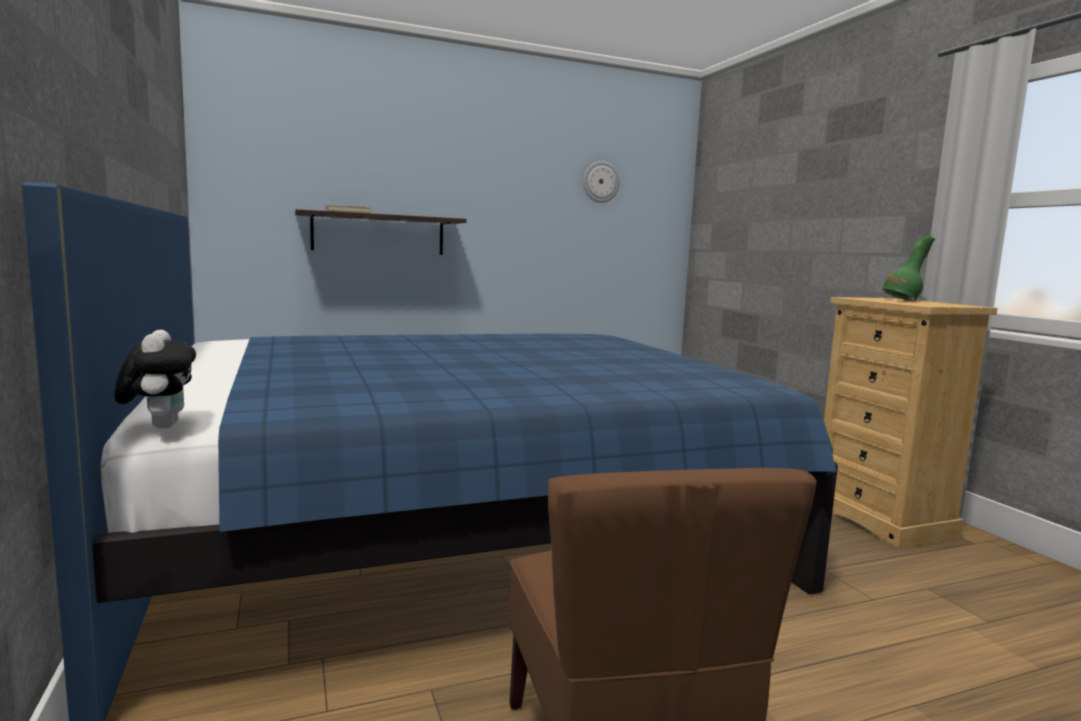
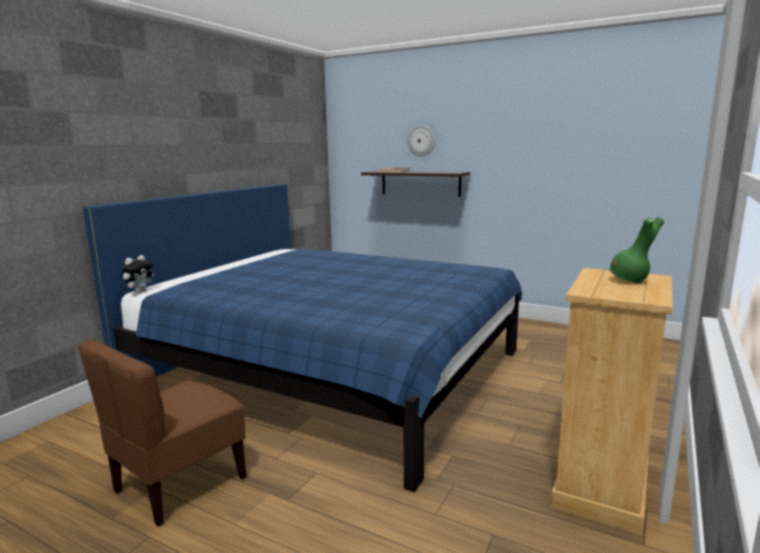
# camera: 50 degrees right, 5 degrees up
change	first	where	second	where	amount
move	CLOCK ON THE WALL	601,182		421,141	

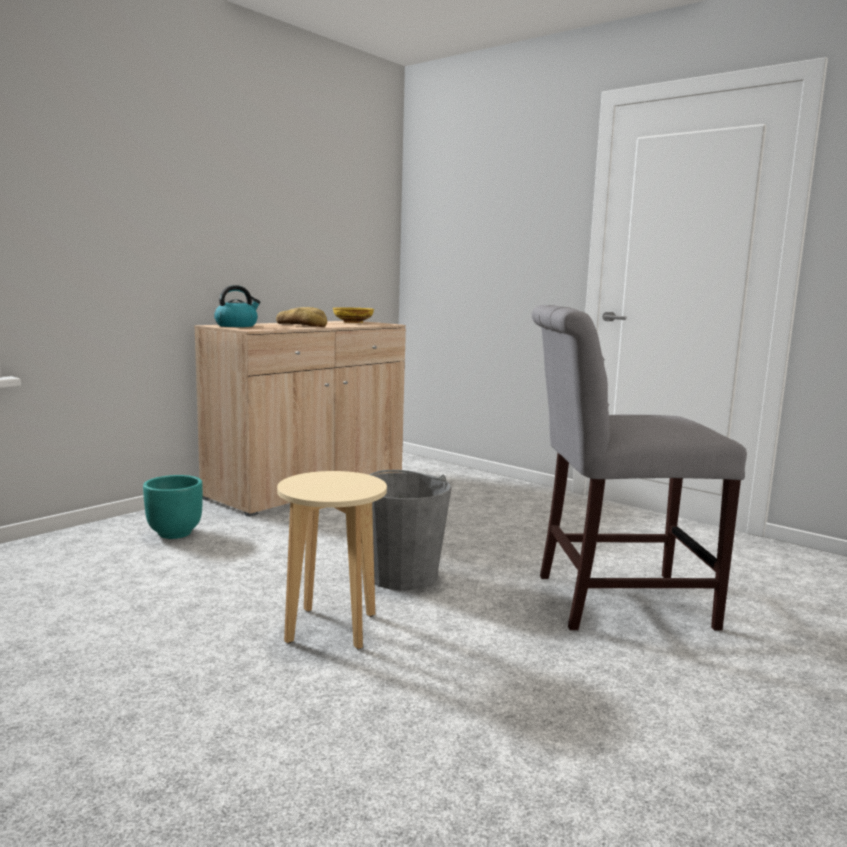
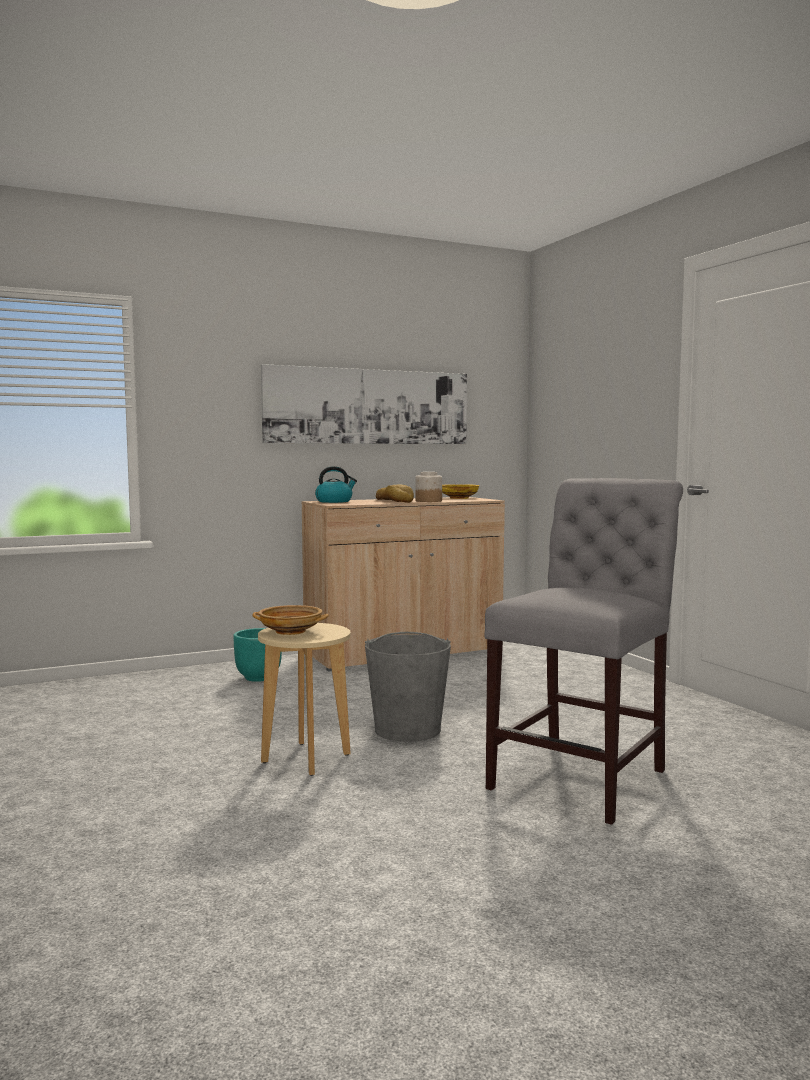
# camera: 25 degrees right, 5 degrees down
change	first	where	second	where	amount
insert			BEIGE SERVING BOWL	290,620	
insert			WALL PICTURE	364,404	
insert			PRESERVE JAR	428,487	
rotate	GREYISH UPRIGHT CHAIR	639,467		584,651	105 degrees clockwise

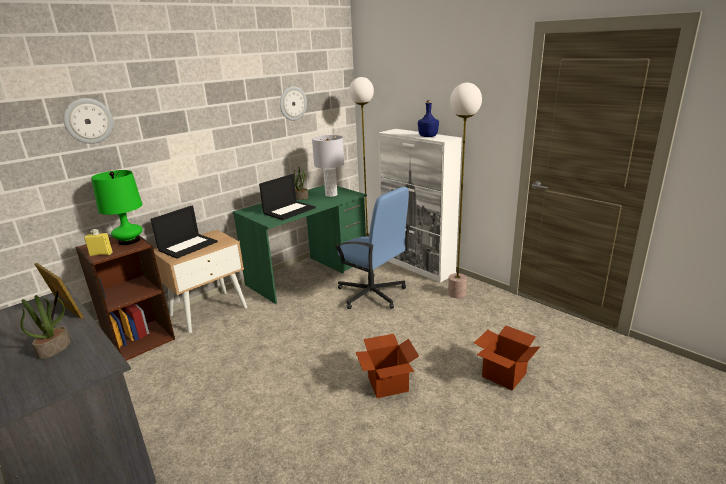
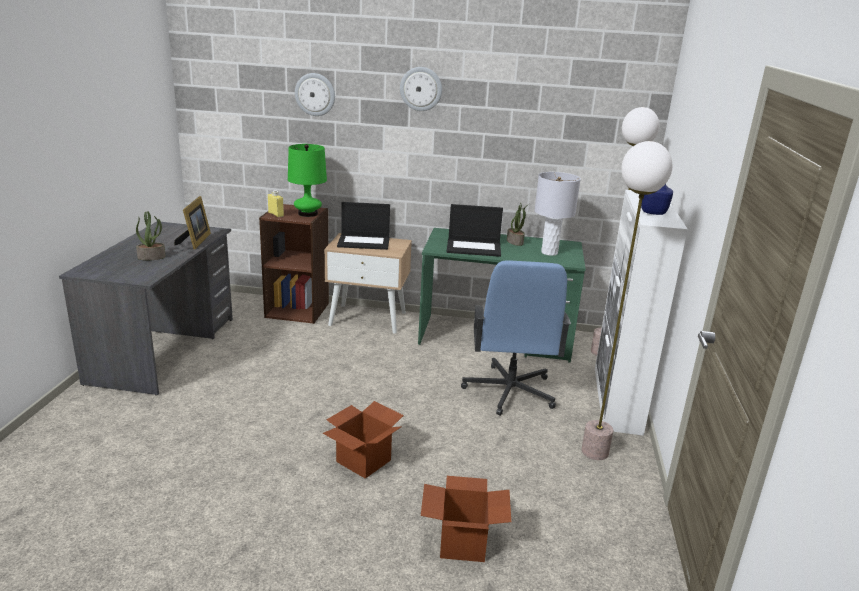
# camera: 50 degrees right, 0 degrees up
change	first	where	second	where	amount
move	CLOCK ON THE WALL	293,103		421,89	

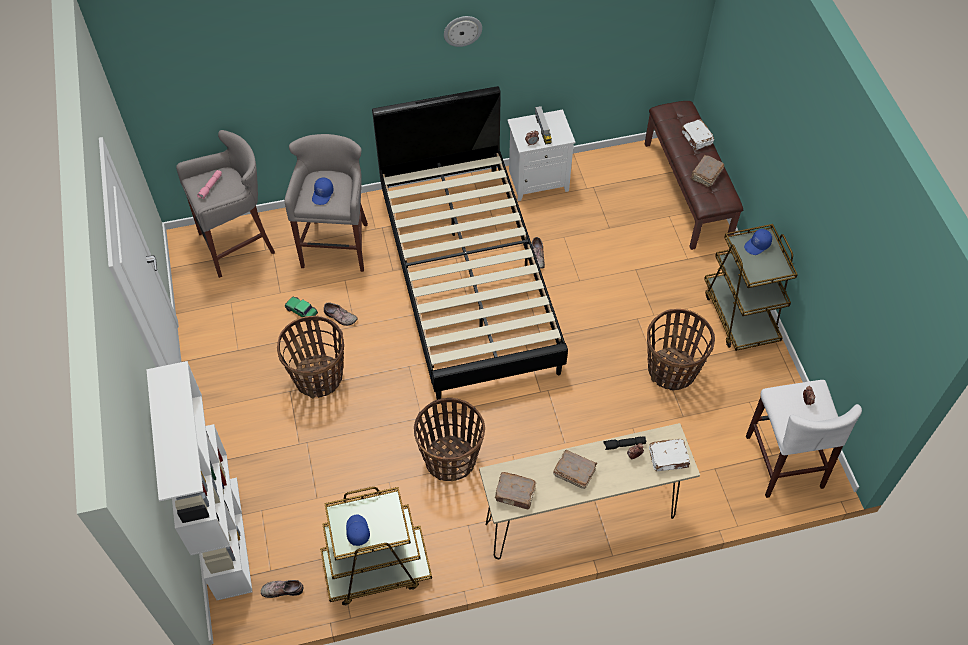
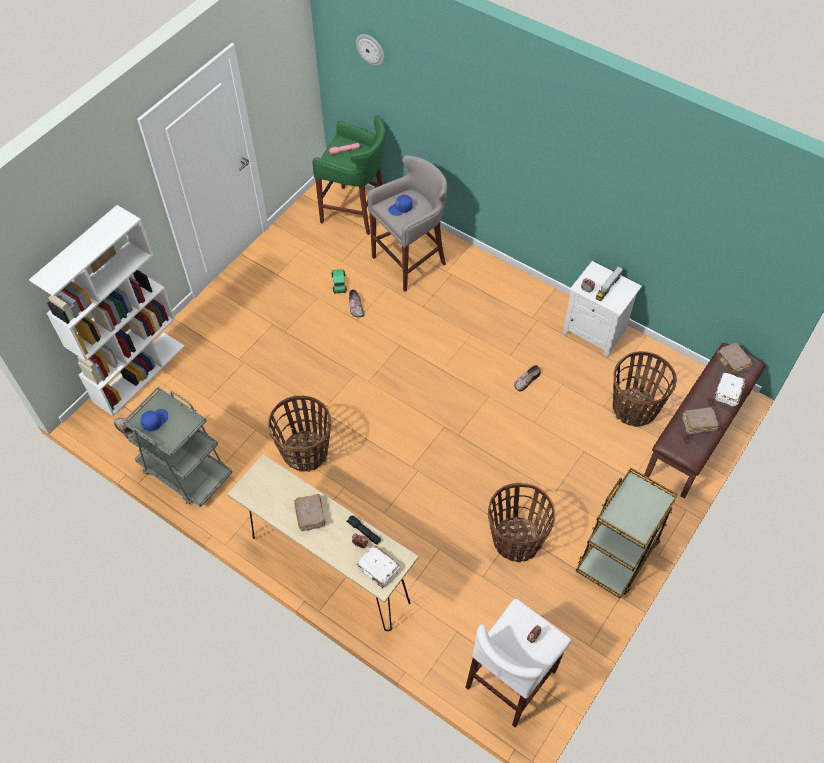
# camera: 50 degrees right, 0 degrees up
change	first	where	second	where	amount
recolor	BROWN TROLLEY	376,546	GREYISH TROLLEY	177,447	
recolor	GREYISH STOOL	225,204	GREENISH STOOL	348,175	
move	CLOCK ON THE WALL	463,31		370,50	
move	STORAGE BASKET	310,357		644,389	
move	BROWN BOOK	515,491		734,359	
delete	BLACK BEDROOM BED	470,243			
delete	BLUE-COLOURED PEAKED CAP	758,242			

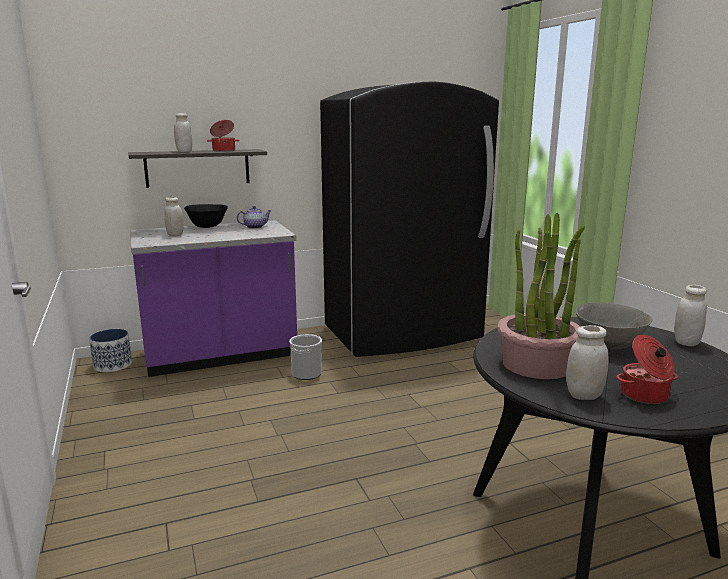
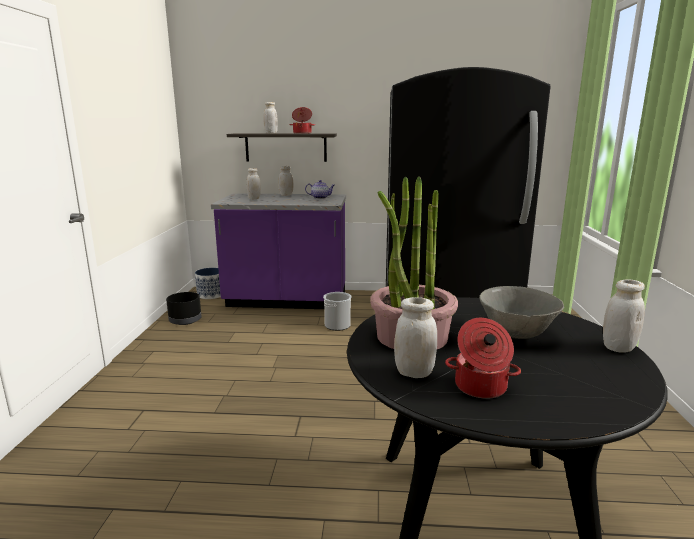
# camera: 25 degrees right, 0 degrees up
change	first	where	second	where	amount
insert			BLACK PLANT POT	184,308	
replace	BLACK SERVING BOWL	206,216	WHITE PRESERVE JAR	286,181	

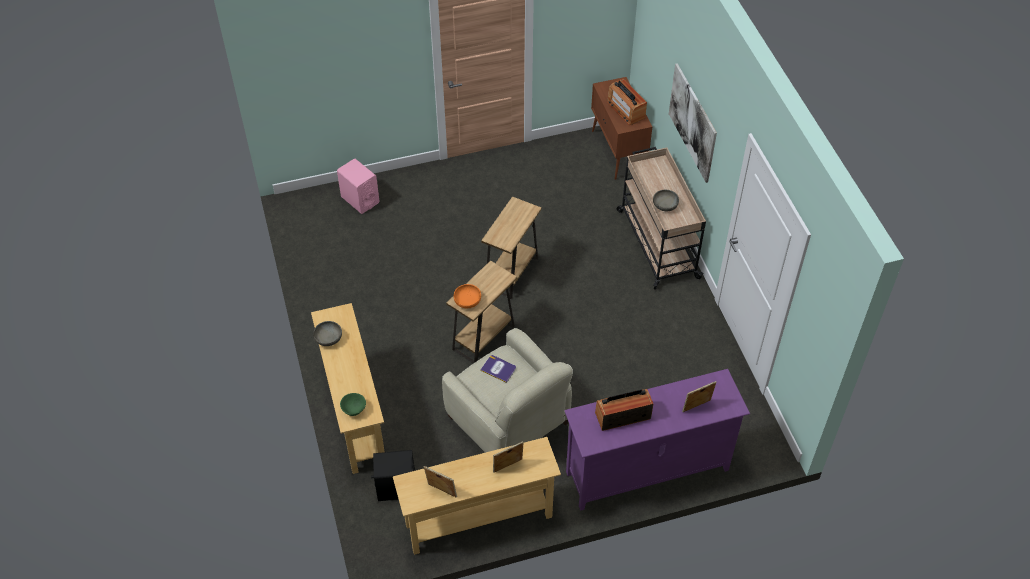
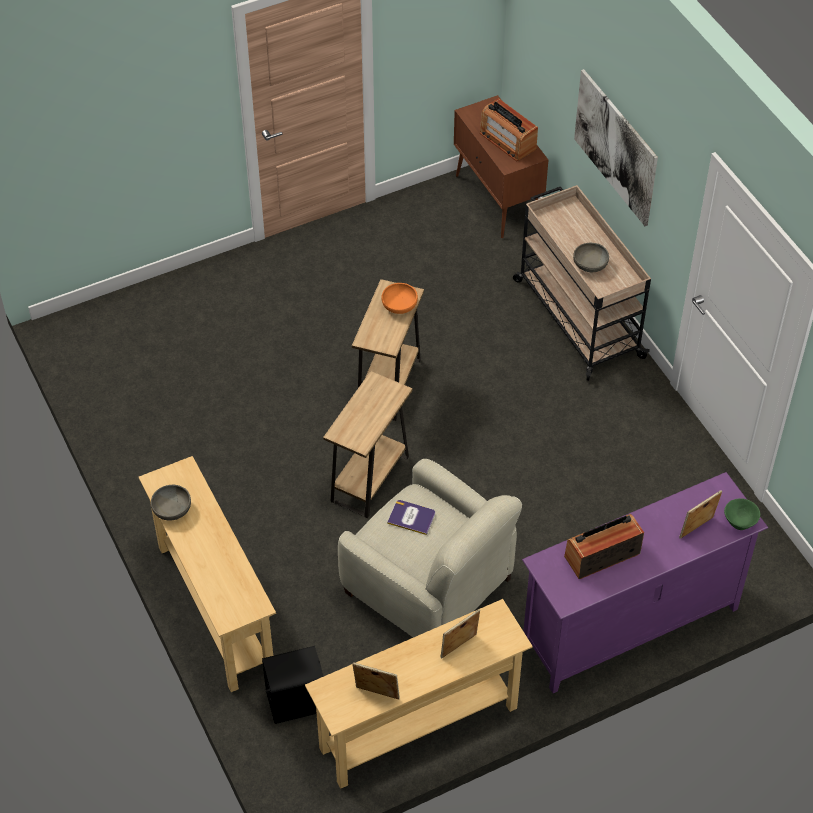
# camera: 10 degrees left, 0 degrees up
change	first	where	second	where	amount
move	ORANGE SERVING BOWL	467,296		399,298	
move	GREENISH SERVING BOWL	353,404		742,514	
delete	PINK-COLOURED LOUDSPEAKER	358,186			

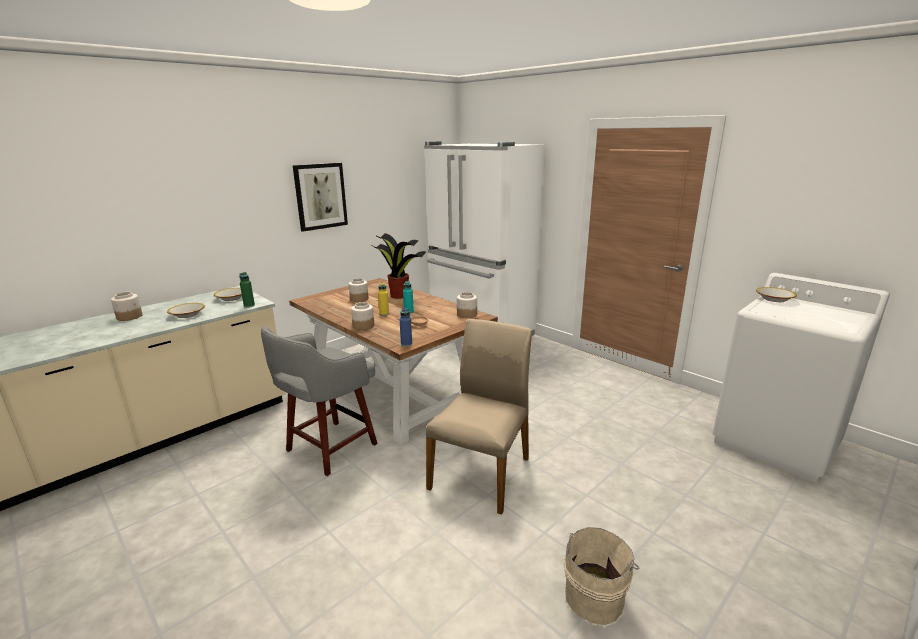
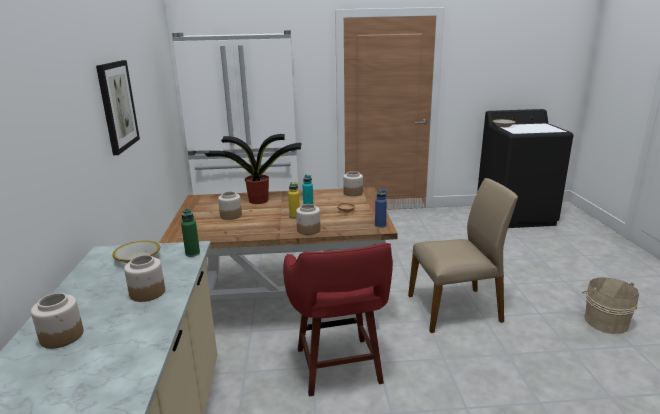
# camera: 50 degrees left, 0 degrees up
change	first	where	second	where	amount
replace	SERVING BOWL	186,310	PRESERVE JAR	144,278	
recolor	GREYISH STOOL	319,401	RED STOOL	338,319	
rotate	BEIGE UPRIGHT CHAIR	479,417		463,255	105 degrees clockwise
recolor	WHITE WASHING MACHINE	801,378	BLACK WASHING MACHINE	525,168	

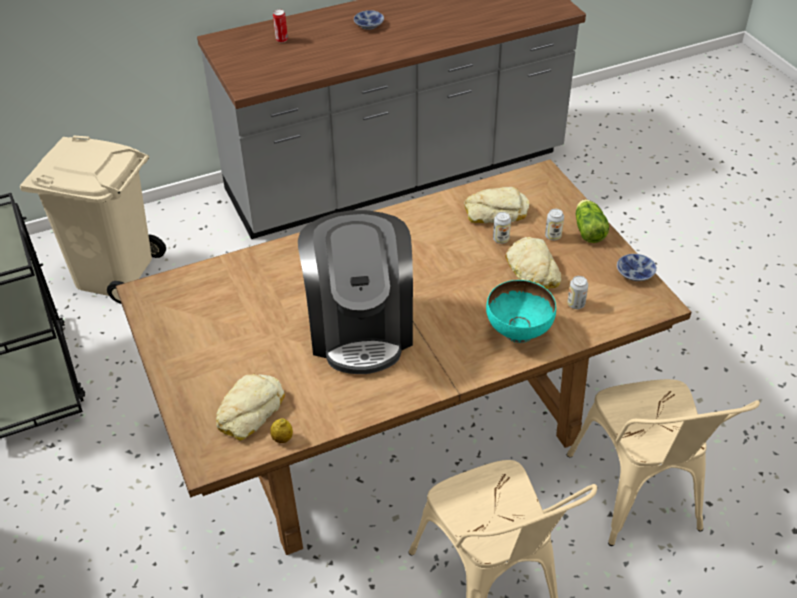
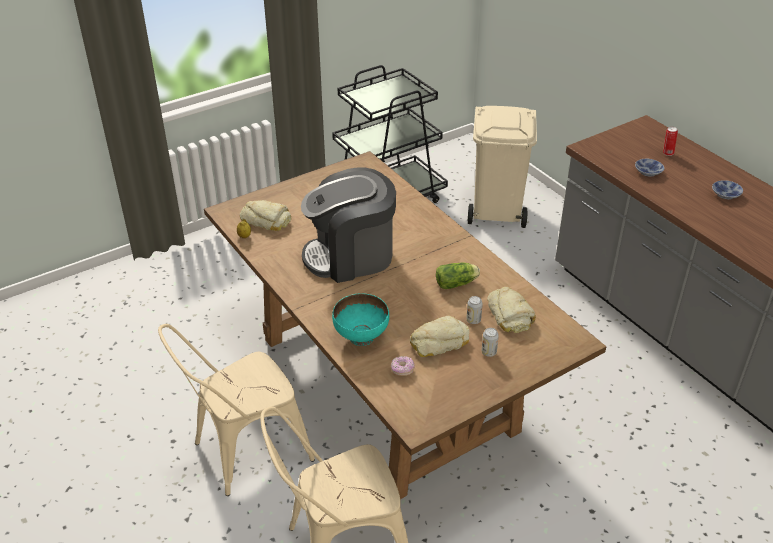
# camera: 80 degrees right, 5 degrees down
change	first	where	second	where	amount
replace	SEALED CAN	577,292	RING DOUGHNUT	403,366	
move	LETTUCE	592,221		458,275	
move	SERVING BOWL	637,267		650,168	

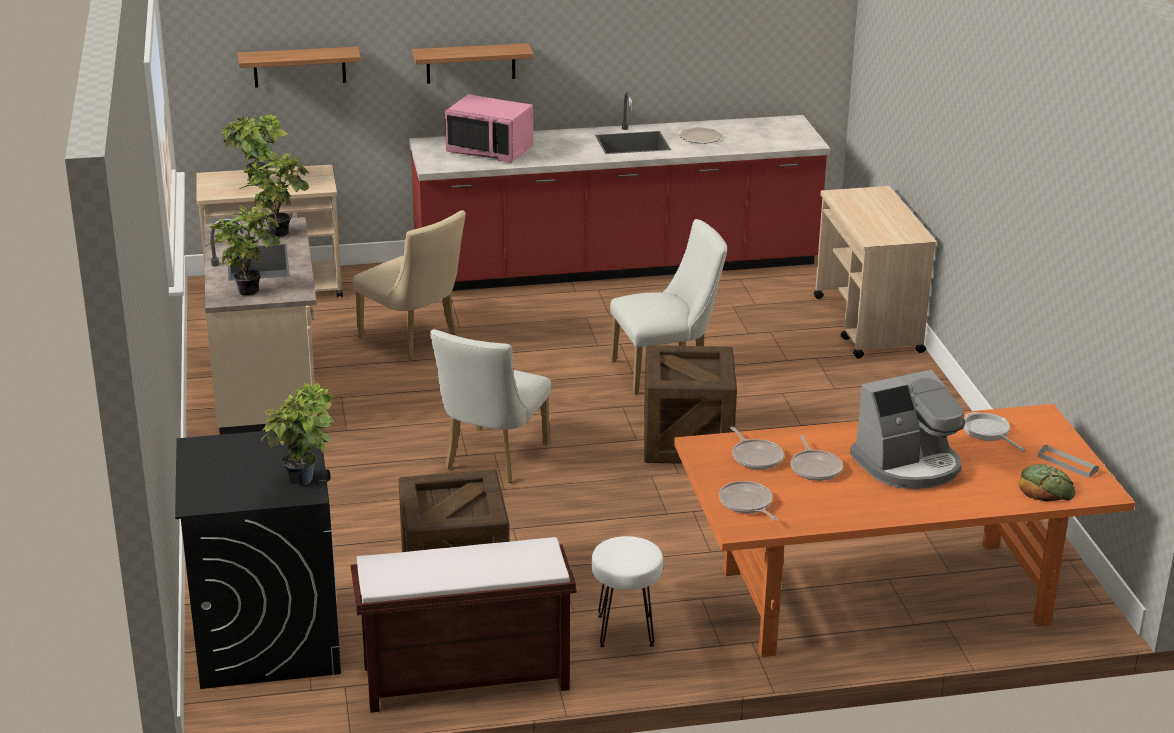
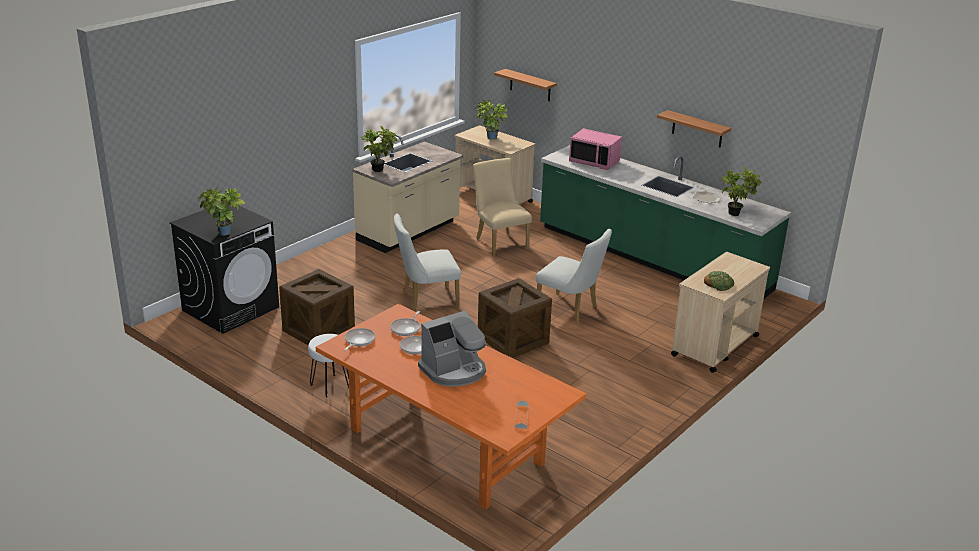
# camera: 50 degrees right, 0 degrees up
change	first	where	second	where	amount
rotate	COFFEE MACHINE	907,429		452,348	60 degrees counterclockwise
rotate	BEIGE UPRIGHT CHAIR	409,285		502,207	150 degrees clockwise
recolor	RED KITCHEN BASE UNIT	619,191	GREENISH KITCHEN BASE UNIT	665,222	
rotate	PINK-COLOURED KITCHEN MICROWAVE	489,128		595,149	45 degrees counterclockwise
move	WALL SHELF	472,63		694,128	
move	BAKERY BREAD	1047,482		719,281	
move	PLANT IN A POT	274,194		740,191	
delete	BROWN LONG SEAT	464,625			
delete	FRYING PAN	994,432			

